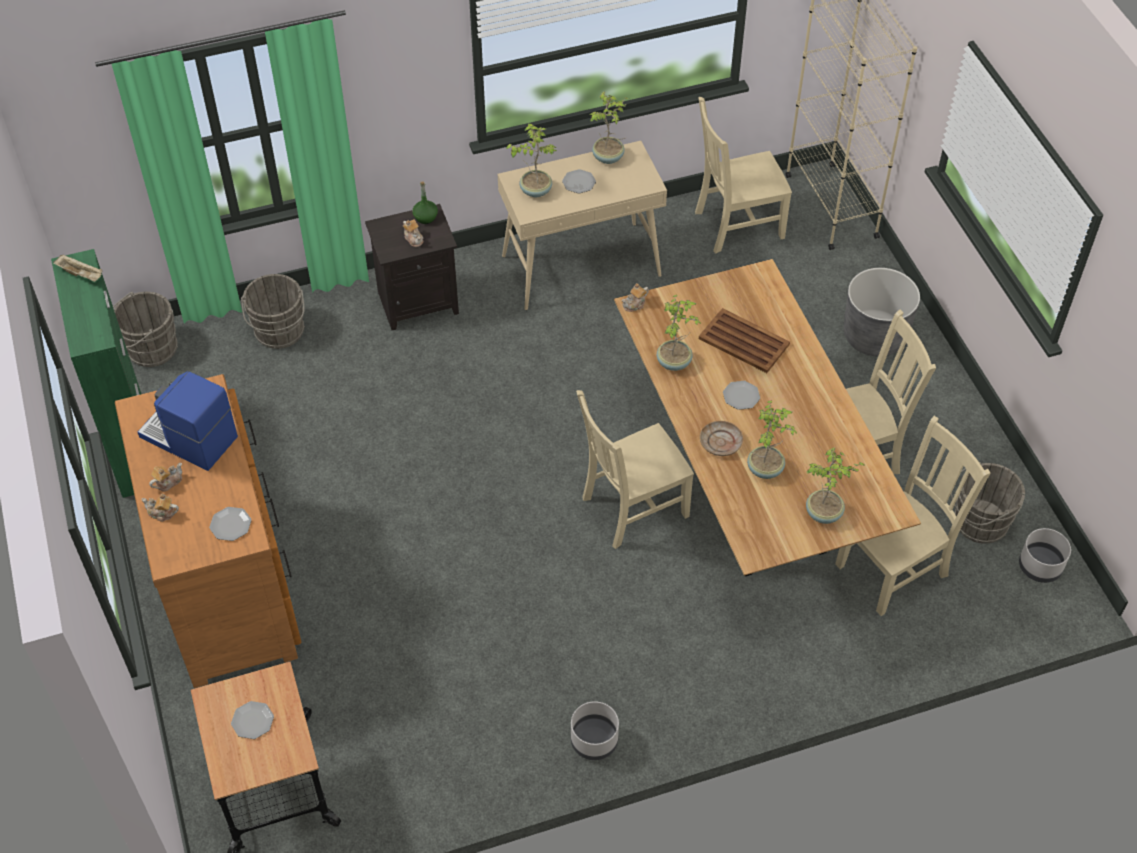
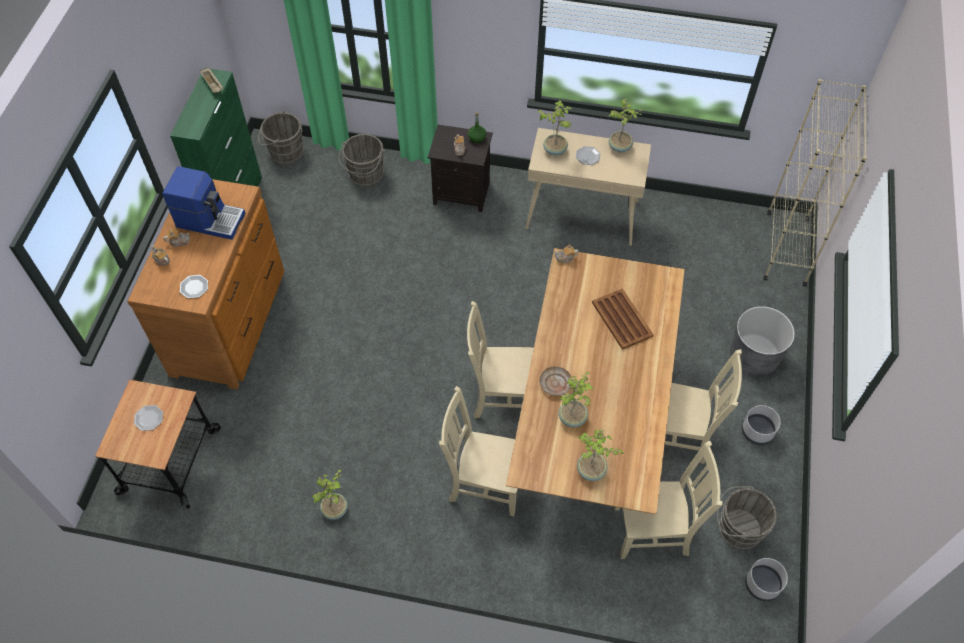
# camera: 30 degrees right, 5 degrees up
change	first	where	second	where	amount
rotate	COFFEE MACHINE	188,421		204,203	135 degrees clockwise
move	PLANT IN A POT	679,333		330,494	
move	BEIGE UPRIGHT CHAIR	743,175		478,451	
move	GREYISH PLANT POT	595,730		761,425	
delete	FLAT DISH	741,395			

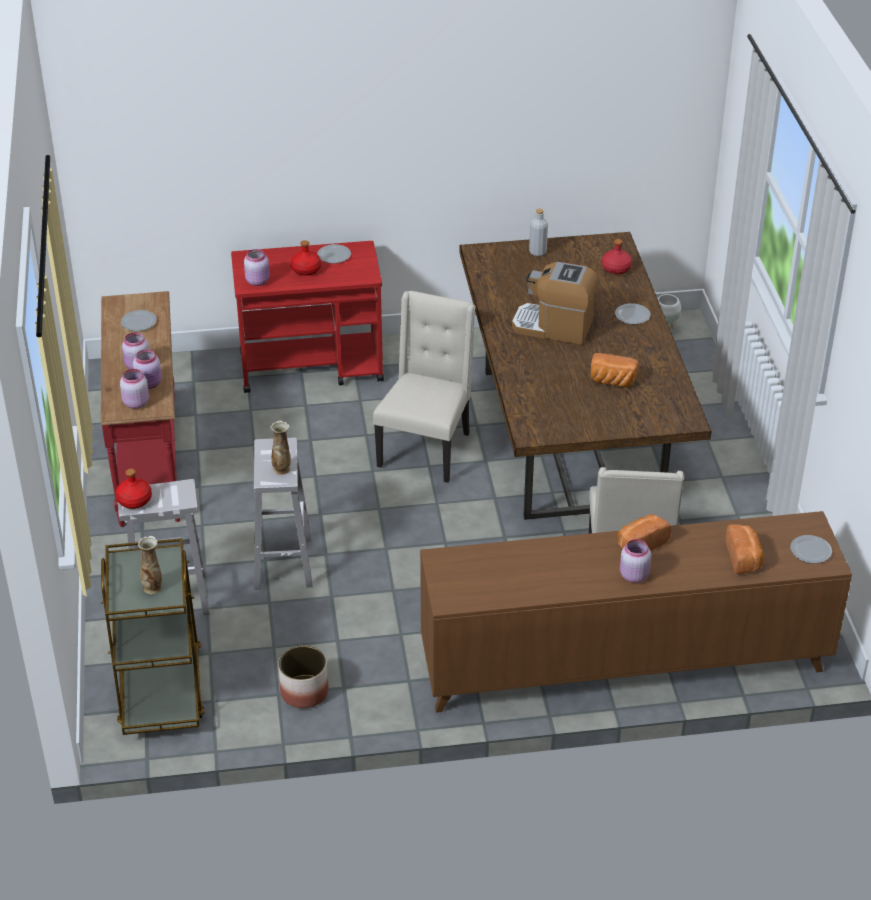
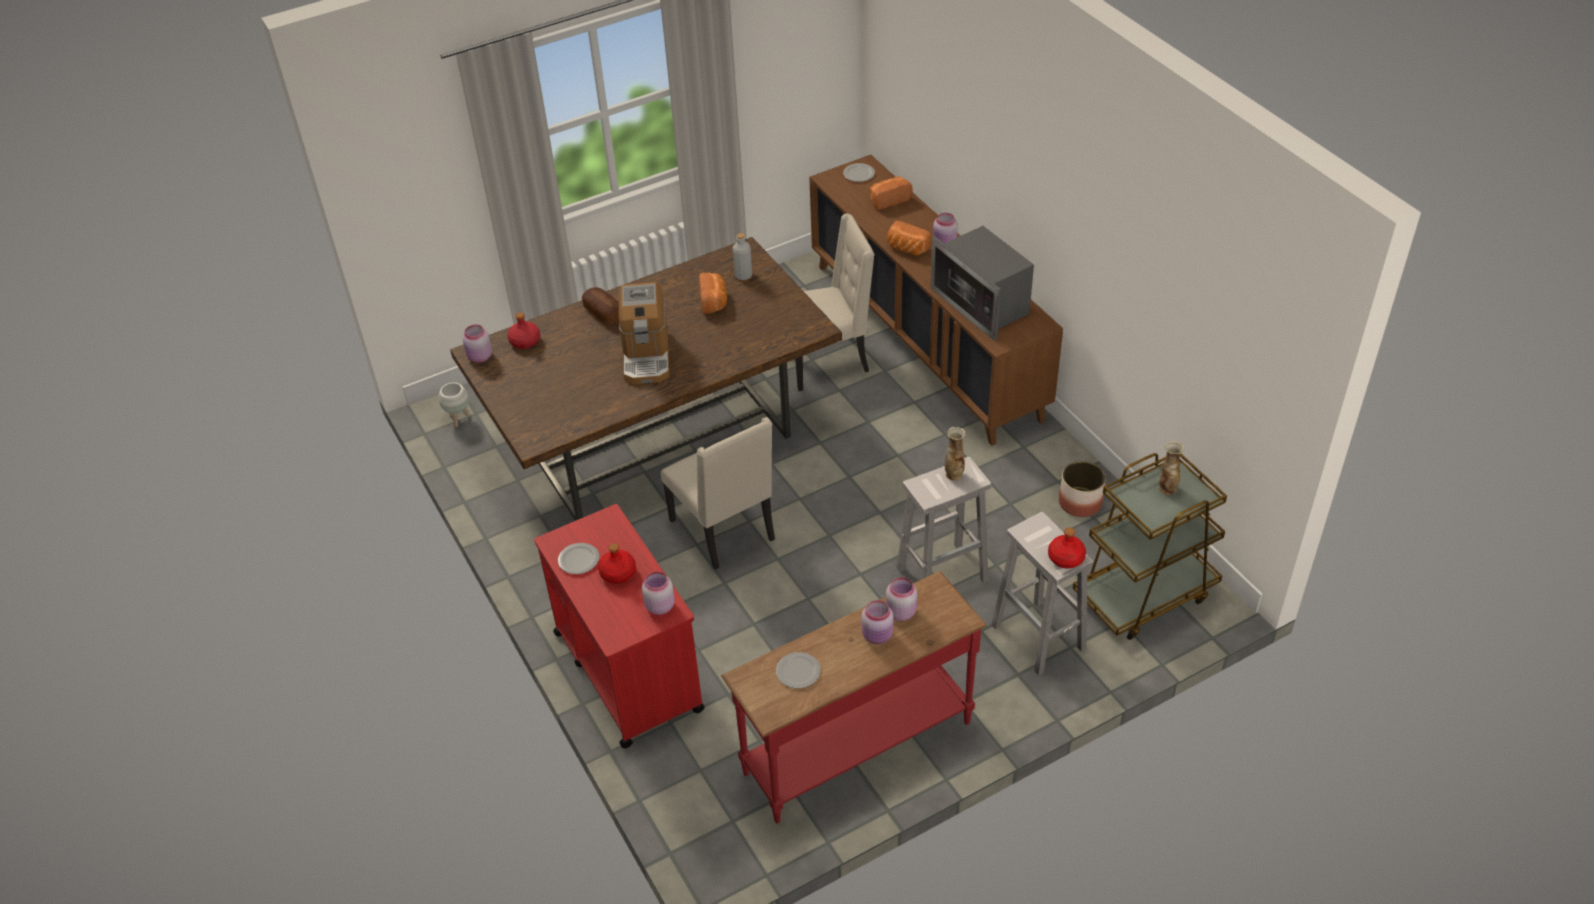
# camera: 110 degrees left, 5 degrees up
change	first	where	second	where	amount
move	PINK-COLOURED PRESERVE JAR	134,389		477,343	
replace	FLAT DISH	633,313	BAKERY BREAD	600,306	
rotate	BEIGE UPRIGHT CHAIR	424,387		718,493	120 degrees counterclockwise
move	GREYISH DRINK BOTTLE	538,232		742,256	
insert			KITCHEN MICROWAVE	982,283	

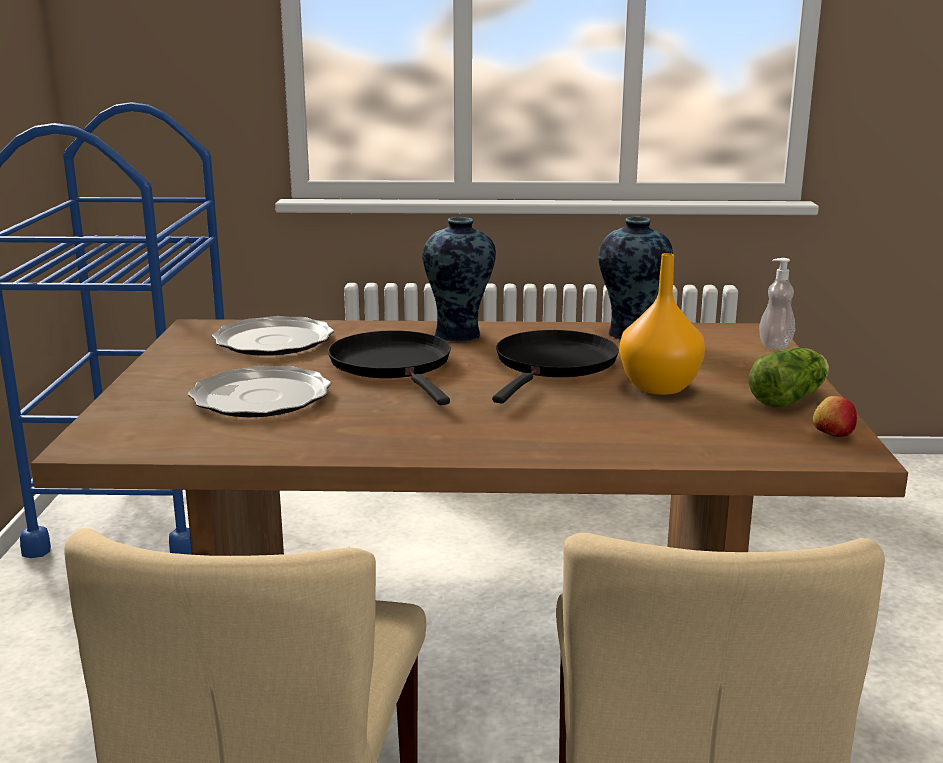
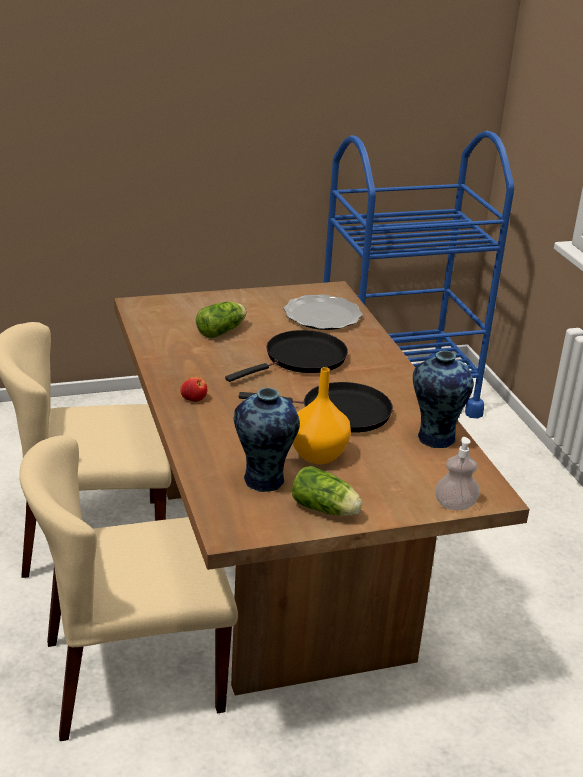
# camera: 70 degrees right, 10 degrees up
change	first	where	second	where	amount
move	APPLE FRUIT	835,416		193,389	
replace	FLAT DISH	259,391	LETTUCE	221,319	
move	VASE	459,279		267,440	

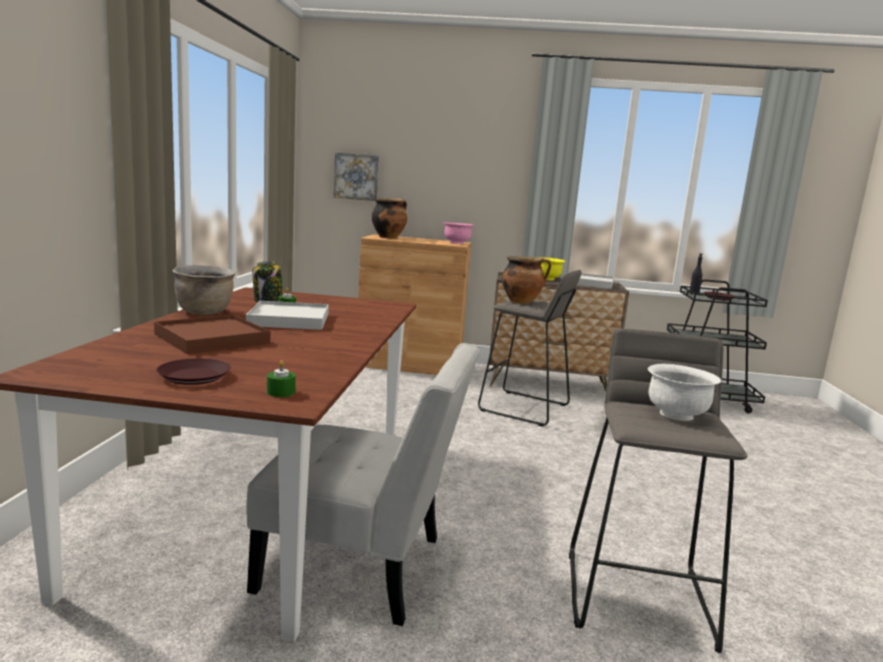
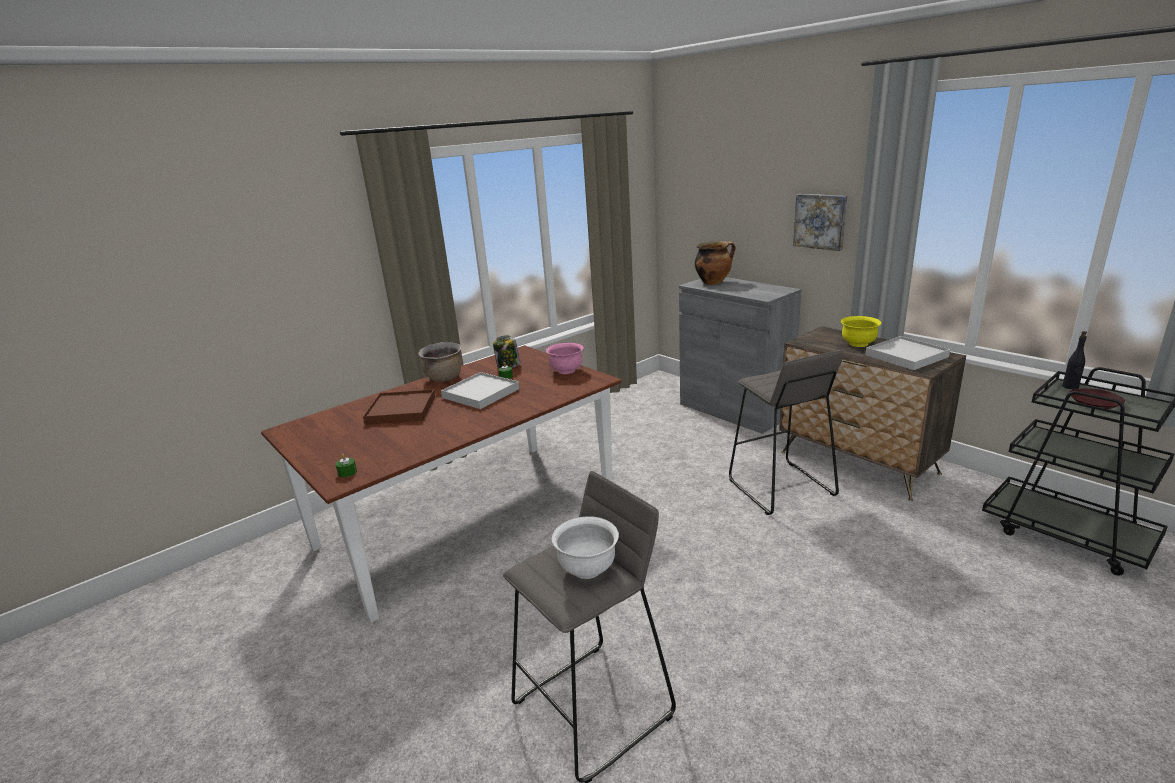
# camera: 45 degrees right, 10 degrees up
change	first	where	second	where	amount
move	PINK-COLOURED SERVING BOWL	458,233		565,358	
recolor	BROWN CABINET	414,304	GREYISH CABINET	740,355	
move	WALL PICTURE	356,177		820,222	
delete	BROWN FLAT DISH	193,371			
delete	WHITE UPRIGHT CHAIR	362,484			
delete	COOKING POT	526,280			

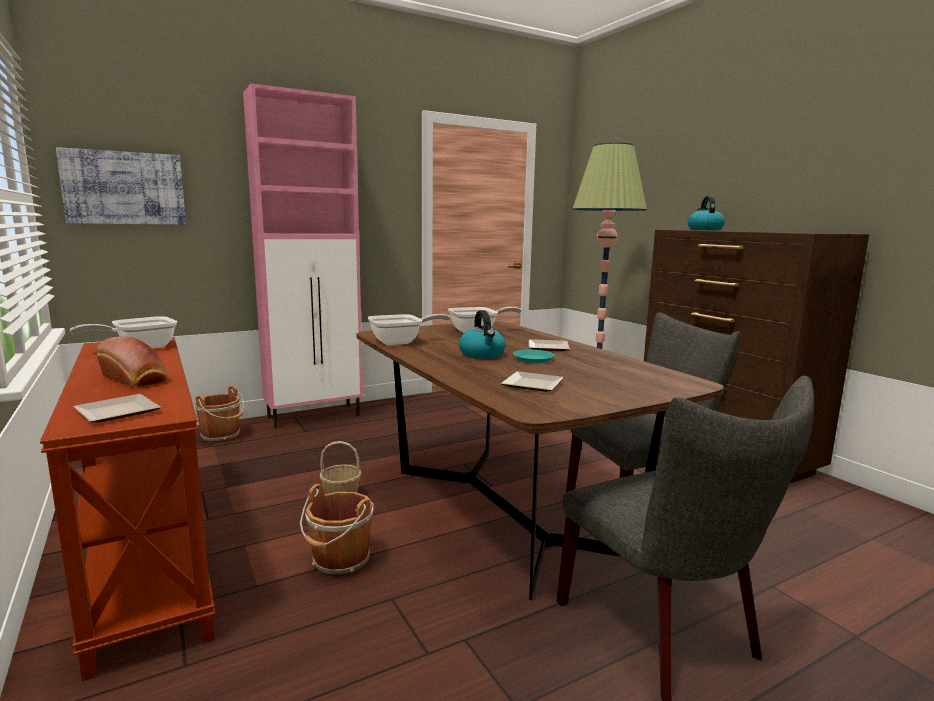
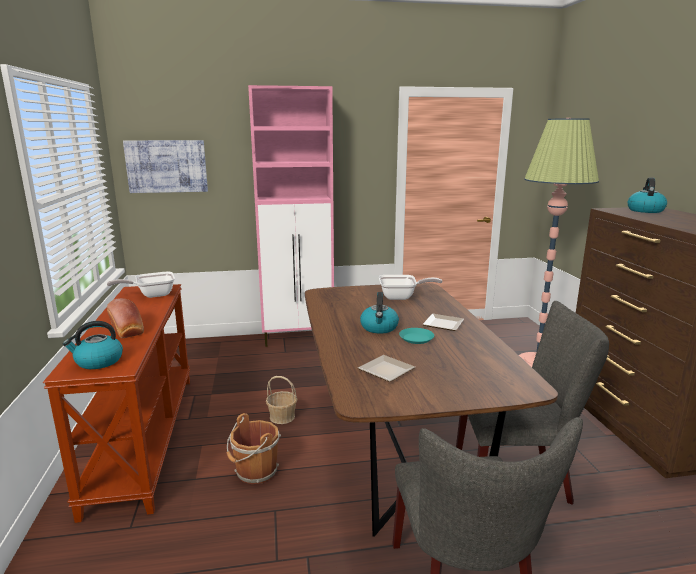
# camera: 20 degrees right, 5 degrees up
change	first	where	second	where	amount
replace	FLAT DISH	117,408	TEA KETTLE	93,345	
delete	BROWN WATER BUCKET	219,414			
delete	FRYING PAN	409,329			

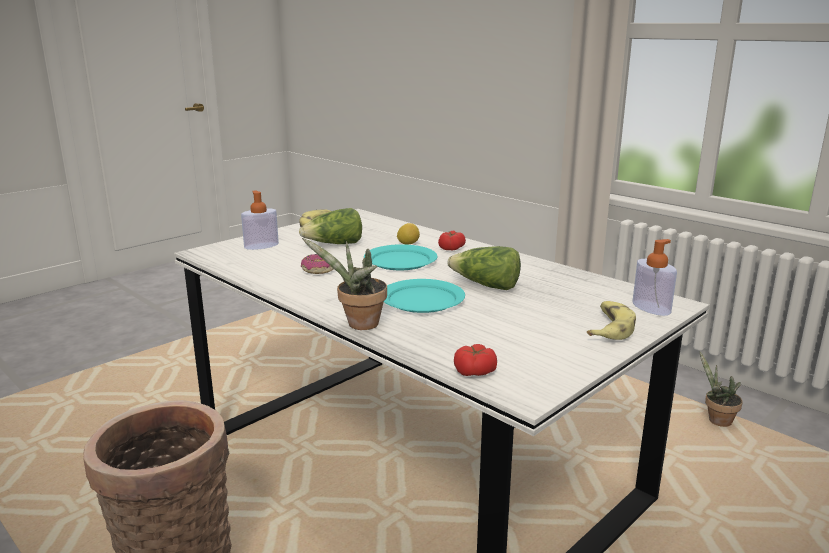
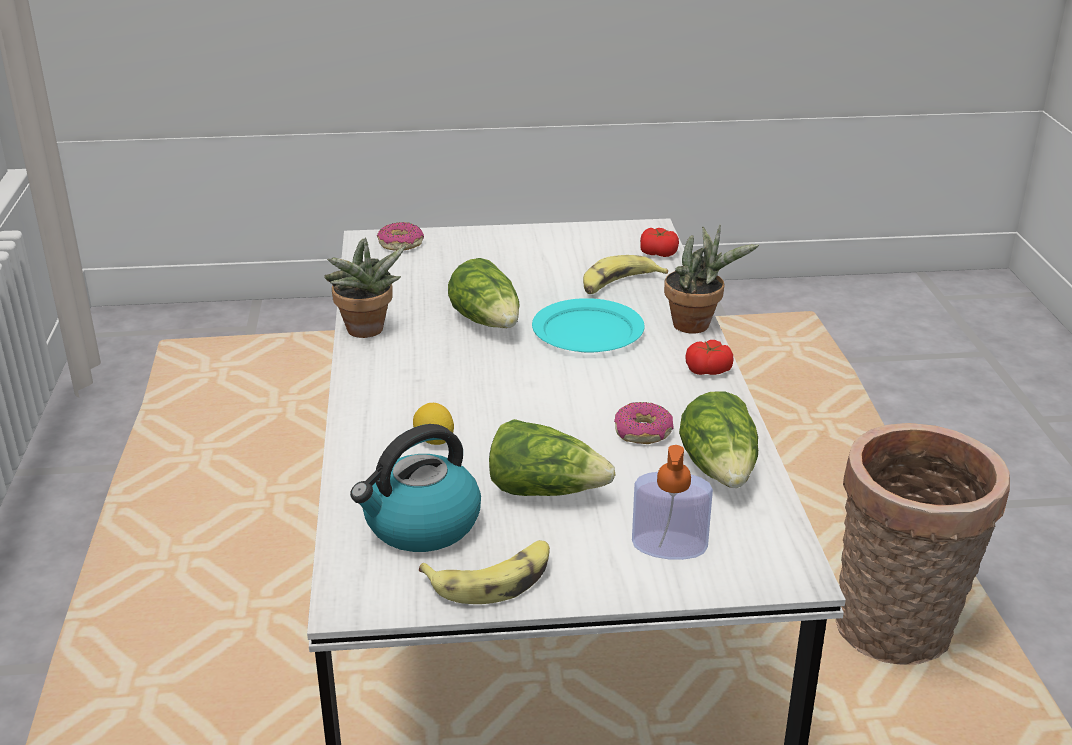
# camera: 140 degrees left, 10 degrees up
change	first	where	second	where	amount
move	PLANT IN A POT	721,389		365,287	
insert			TEA KETTLE	415,488	
replace	SOAP DISPENSER	655,277	RING DOUGHNUT	400,236	
move	BANANA	611,320		625,274	
insert			LETTUCE	718,439	
move	FRESH TOMATO	452,240		709,357	
delete	TURQUOISE FLAT DISH	400,257			

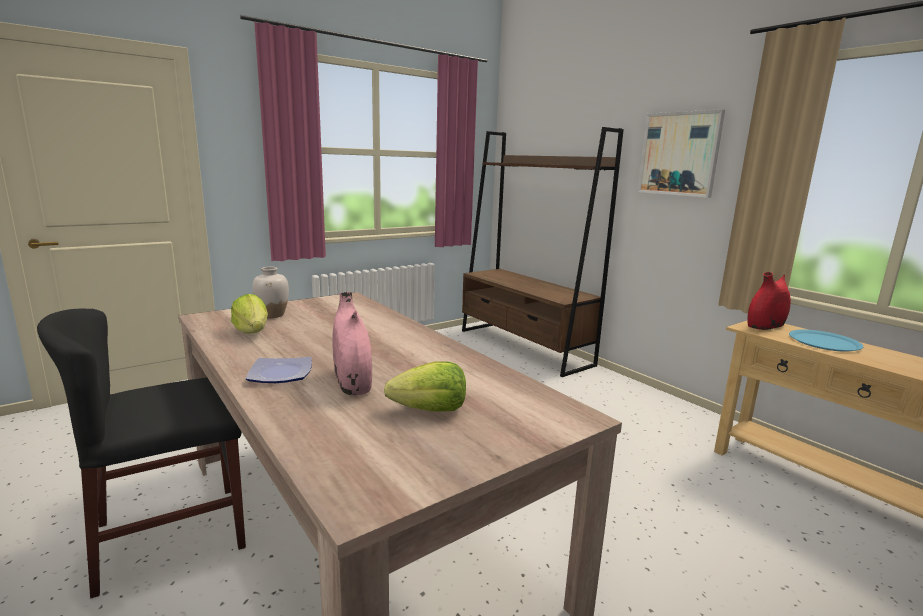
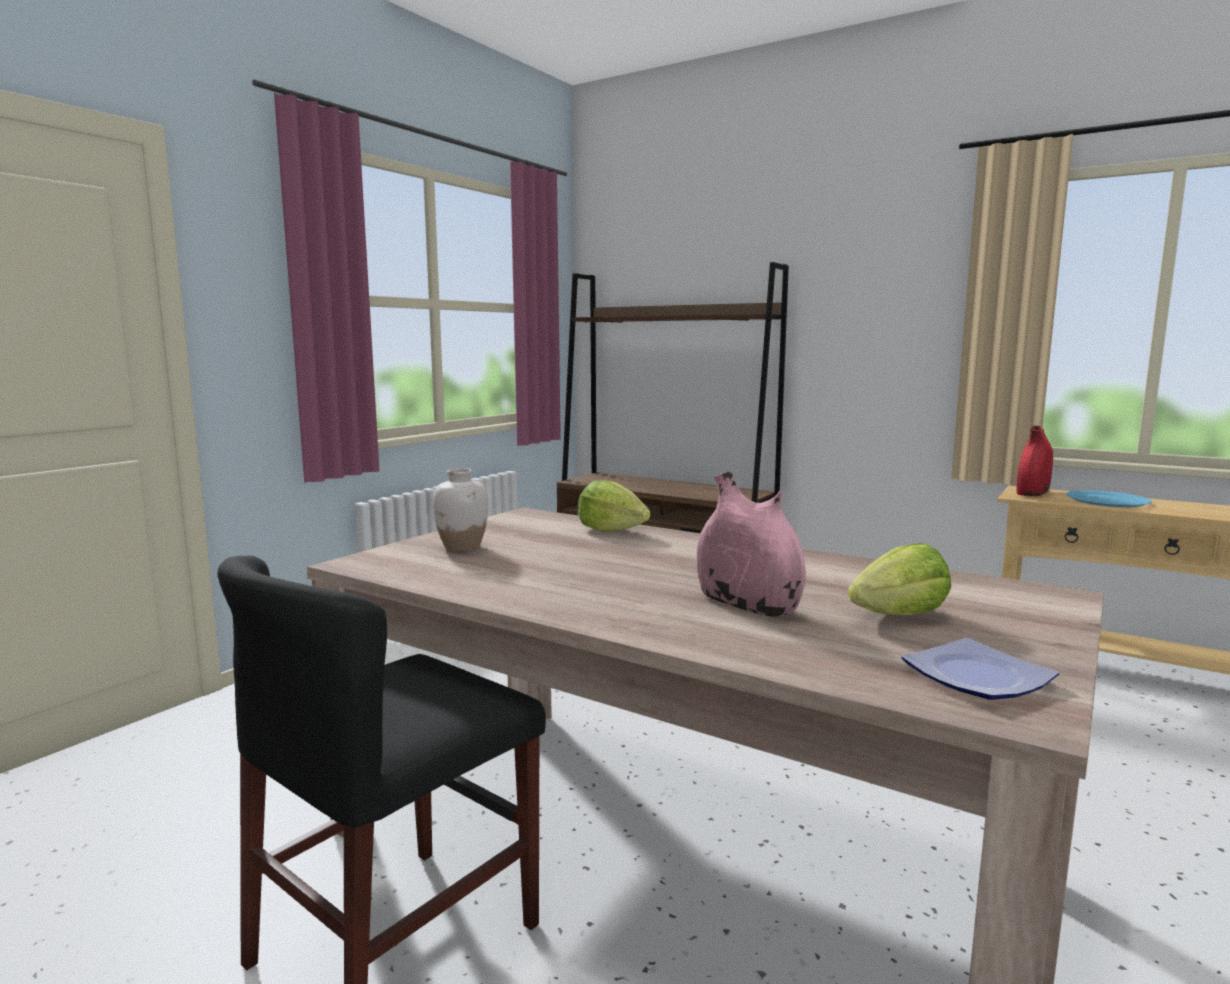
# camera: 20 degrees left, 5 degrees down
change	first	where	second	where	amount
move	LETTUCE	249,314		614,506	
move	FLAT DISH	279,370		980,669	
delete	WALL PICTURE	681,153			

